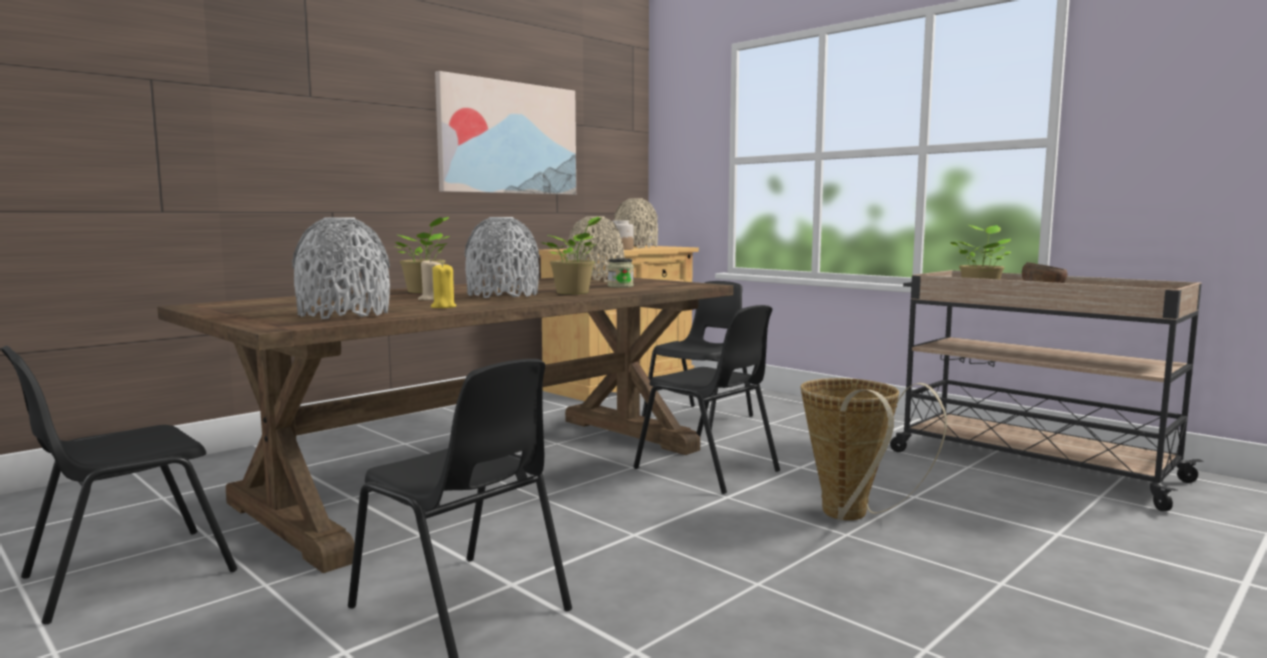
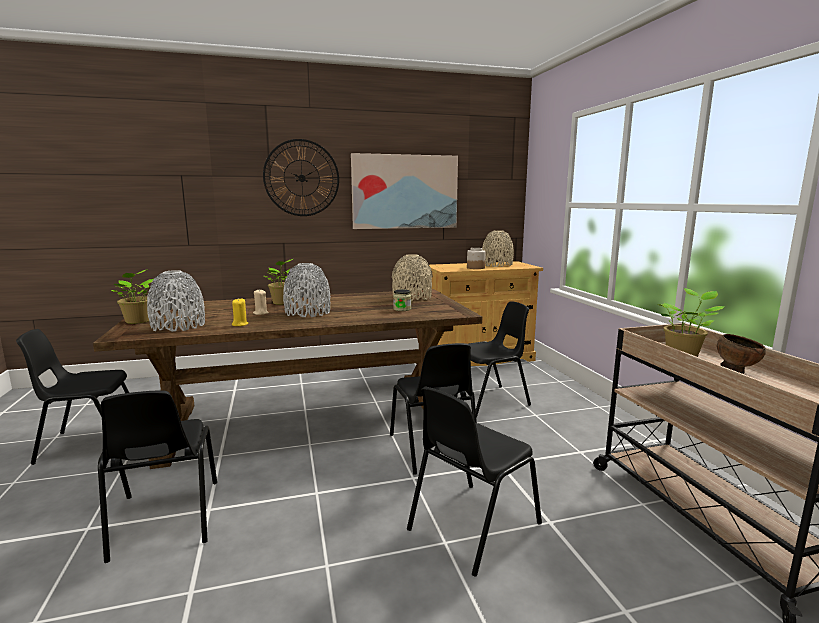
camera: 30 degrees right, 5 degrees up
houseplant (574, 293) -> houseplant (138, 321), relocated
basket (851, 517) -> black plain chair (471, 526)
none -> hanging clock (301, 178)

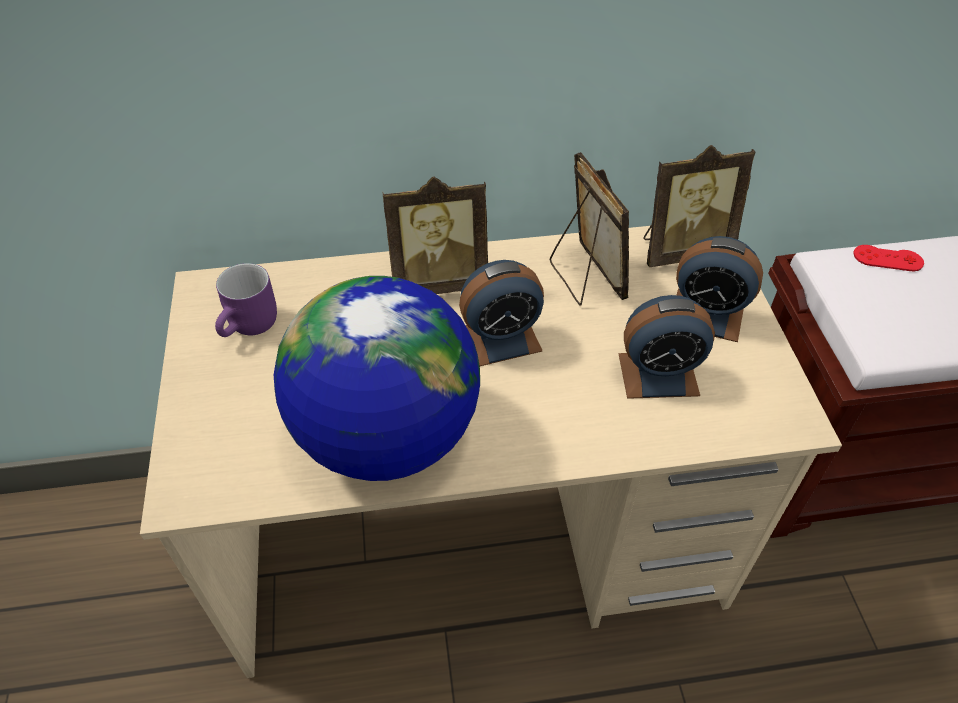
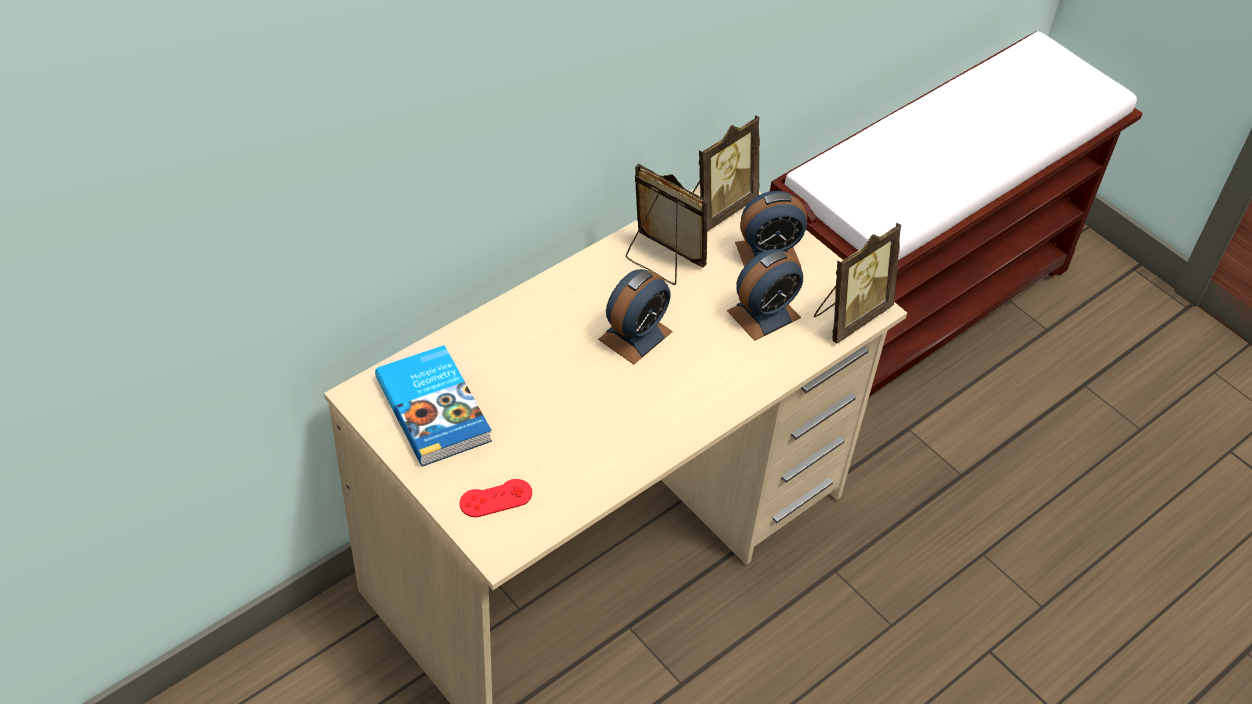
camera: 35 degrees left, 0 degrees up
purple-coloured coffee mug (252, 326) -> book (435, 408)
desk globe (386, 436) -> none
standing frame (439, 281) -> standing frame (849, 315), relocated
reddish gamepad (888, 258) -> reddish gamepad (496, 498), relocated

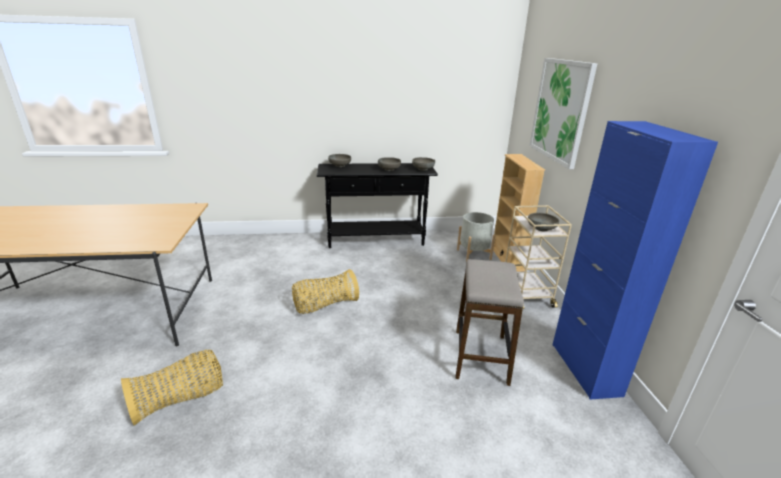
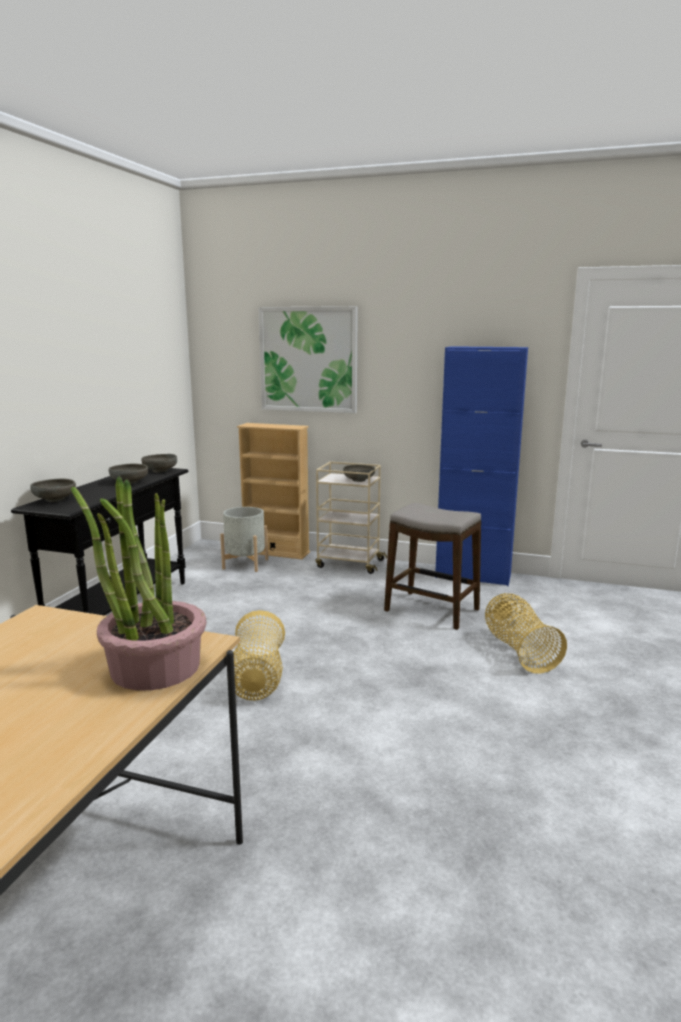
camera: 65 degrees left, 10 degrees down
basket (180, 400) -> basket (519, 651), relocated
none -> houseplant (154, 667)

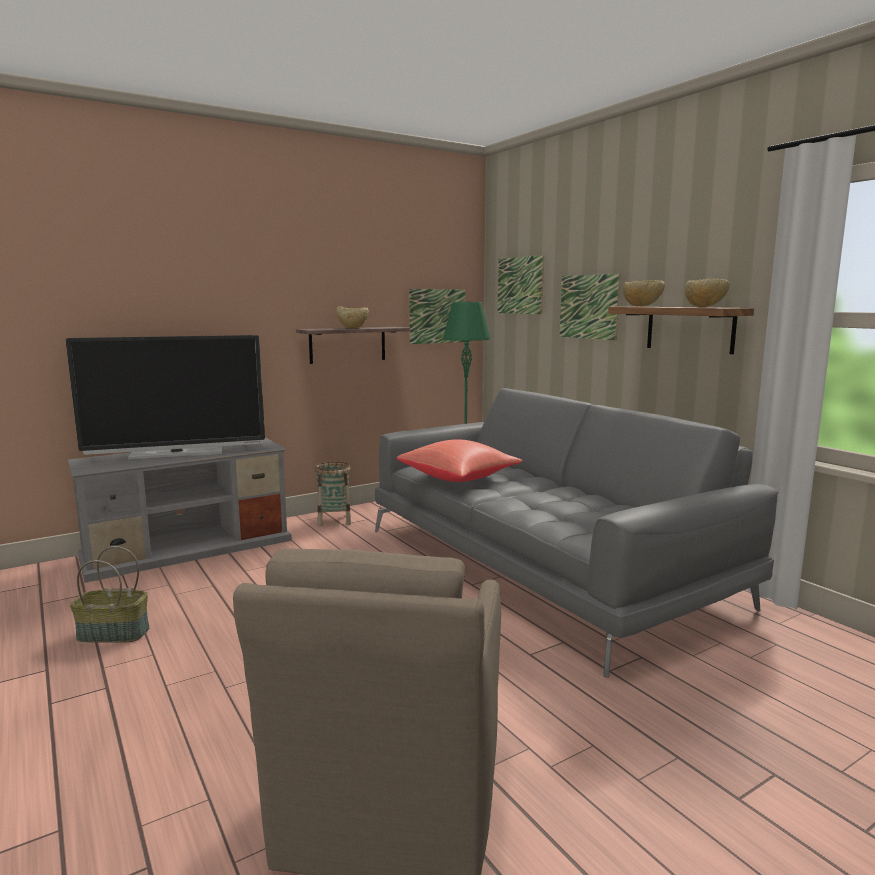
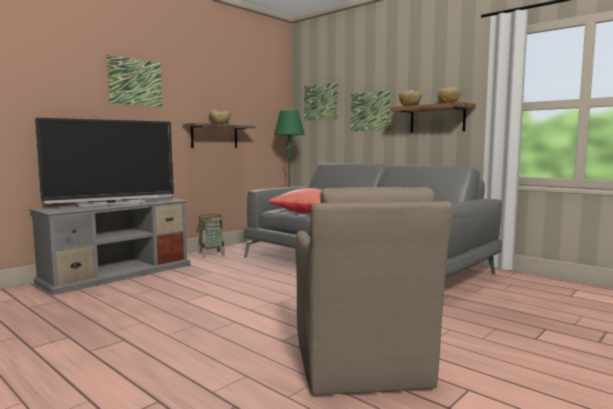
camera: 15 degrees left, 5 degrees down
basket (112, 634) -> none
wall art (437, 316) -> wall art (135, 82), relocated

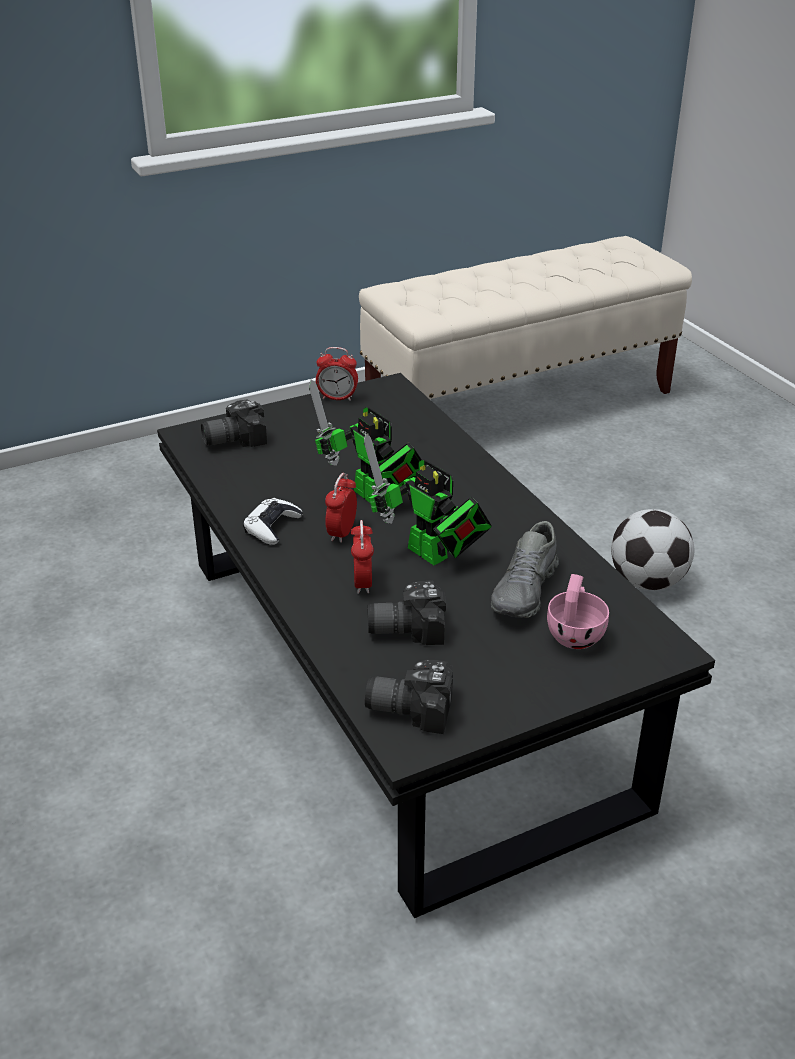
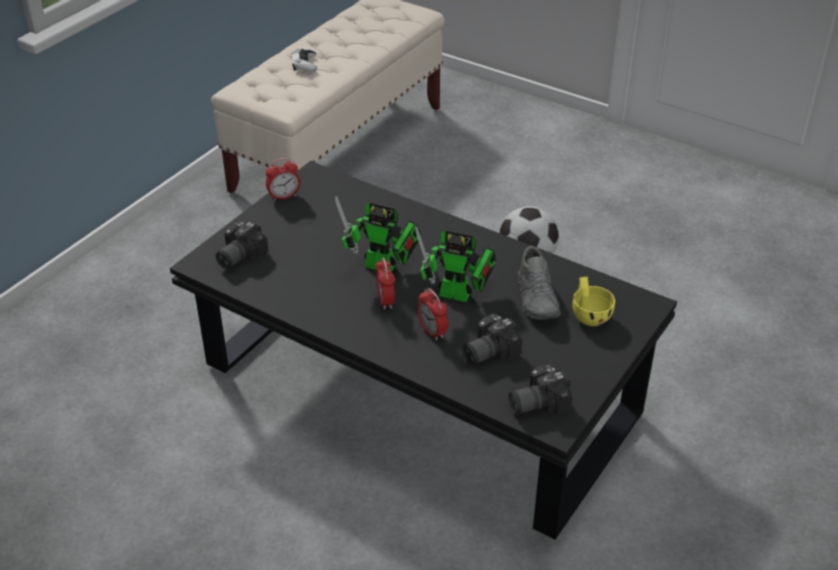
camera: 30 degrees left, 5 degrees up
white-coloured gamepad (272, 527) -> white-coloured gamepad (304, 64), relocated
pink-coloured small cup (575, 633) -> yellowish small cup (589, 315)

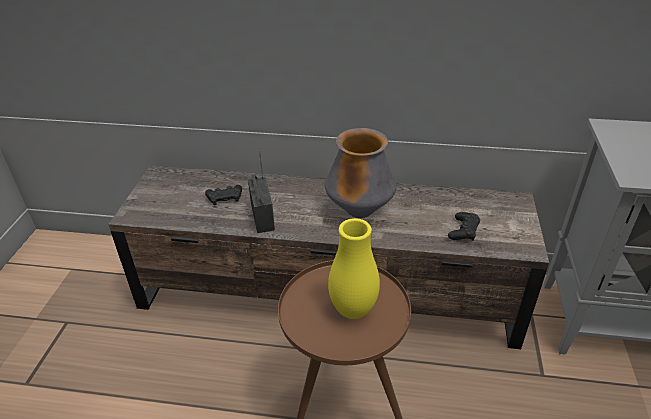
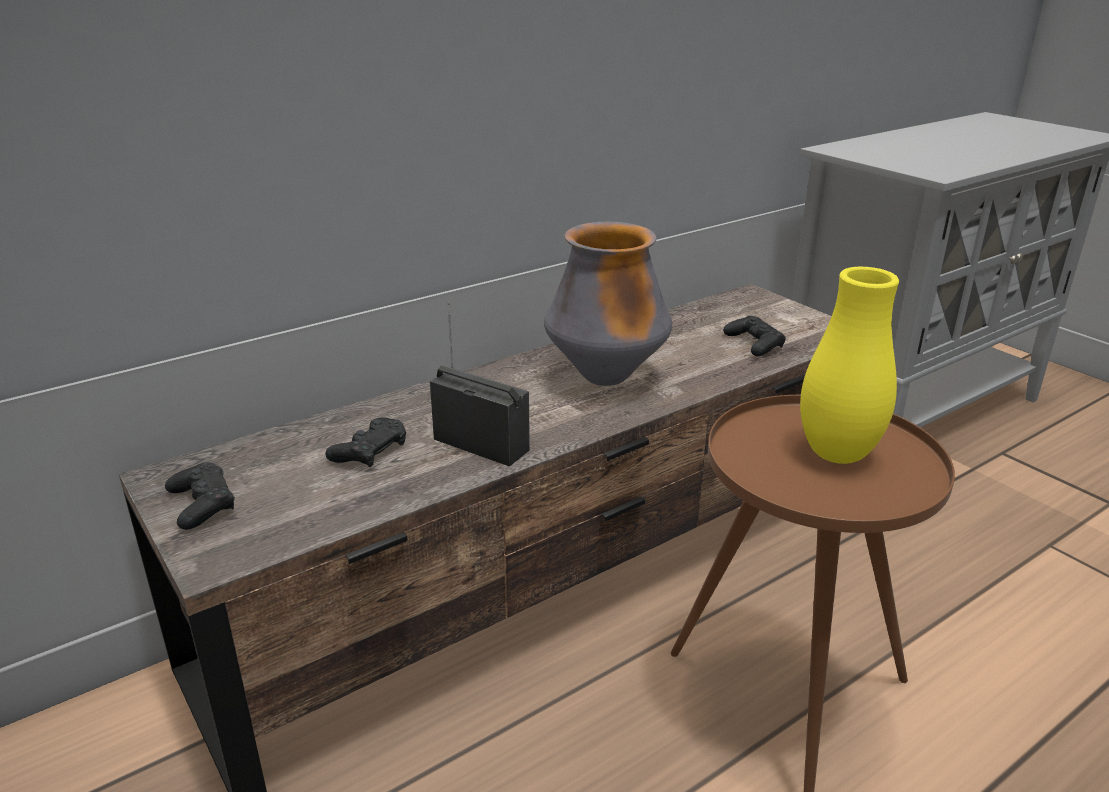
camera: 45 degrees left, 10 degrees down
none -> black gamepad (202, 504)

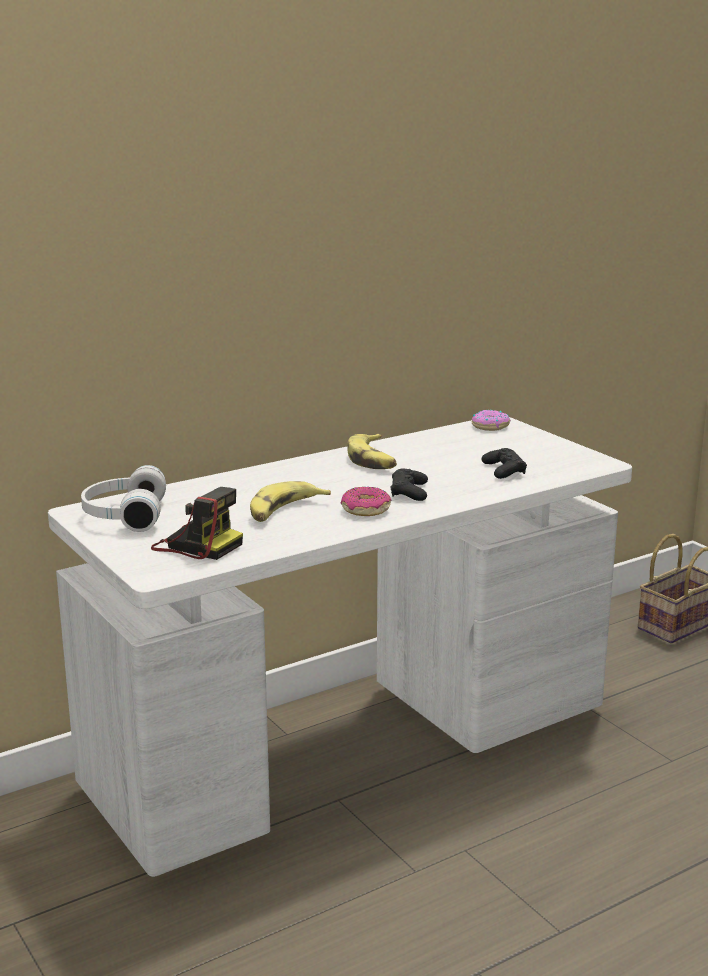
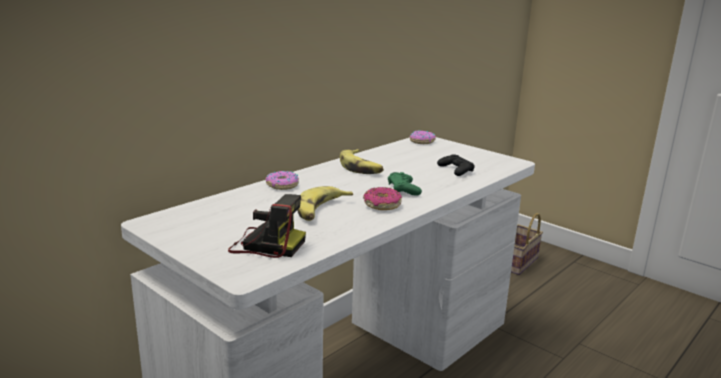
camera: 15 degrees left, 0 degrees up
white-coloured headset (123, 516) -> none
black gamepad (409, 492) -> greenish gamepad (403, 189)
none -> donut (282, 185)

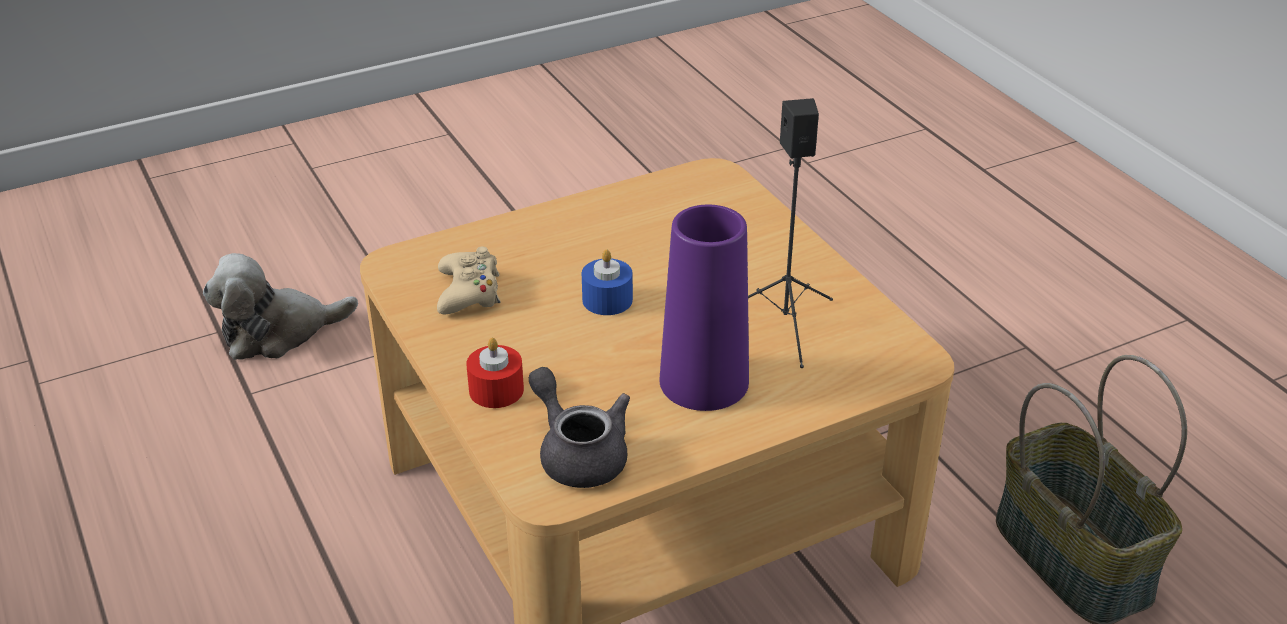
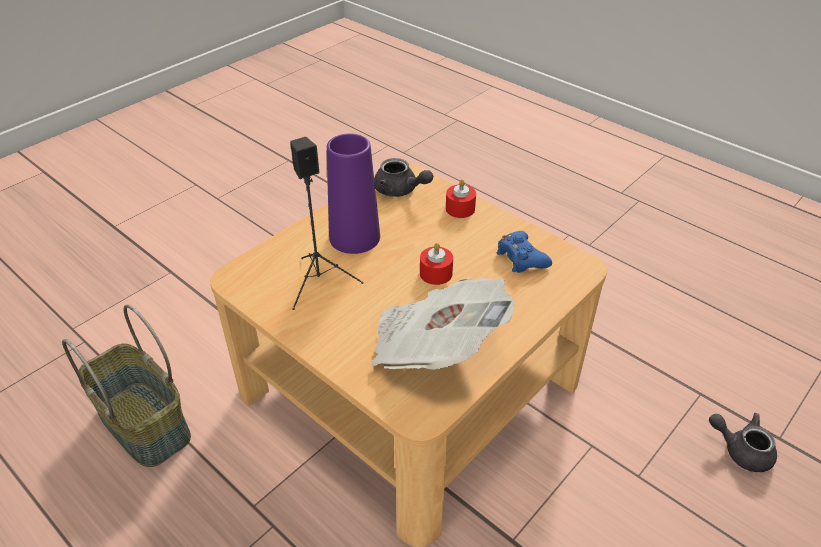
camera: 160 degrees right, 5 degrees up
cuddly toy (278, 332) -> greyish teapot (741, 450)
beige-coloured gamepad (469, 292) -> blue-coloured gamepad (521, 258)
blue-coloured wax candle (607, 300) -> reddish wax candle (436, 273)
none -> printed paper (435, 347)

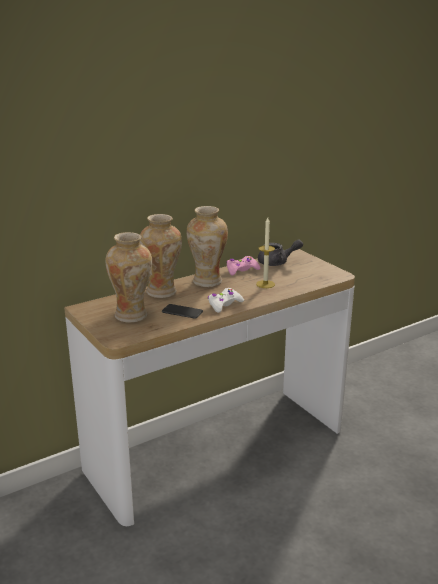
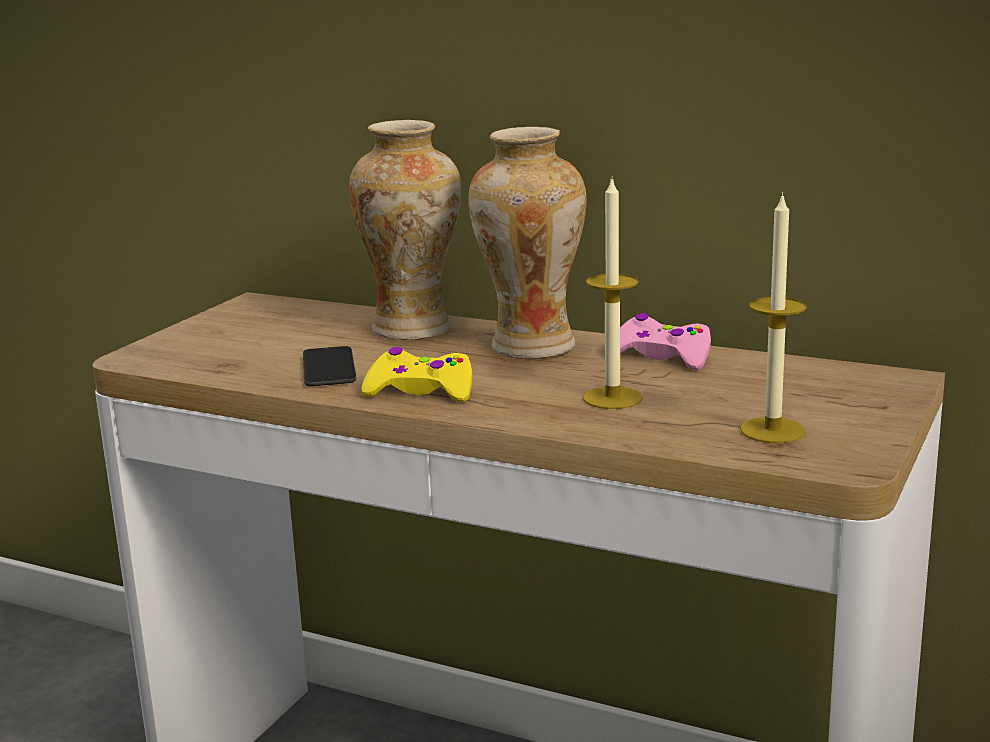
camera: 60 degrees right, 5 degrees down
decorative vase (132, 315) -> none
white-coloured gamepad (224, 304) -> yellowish gamepad (421, 391)
greyish teapot (277, 262) -> none
none -> wax candle (772, 430)

